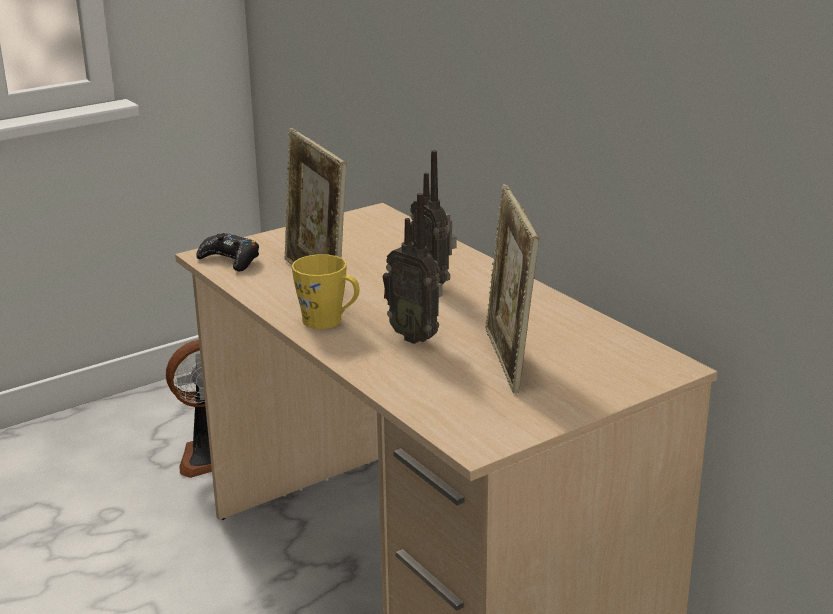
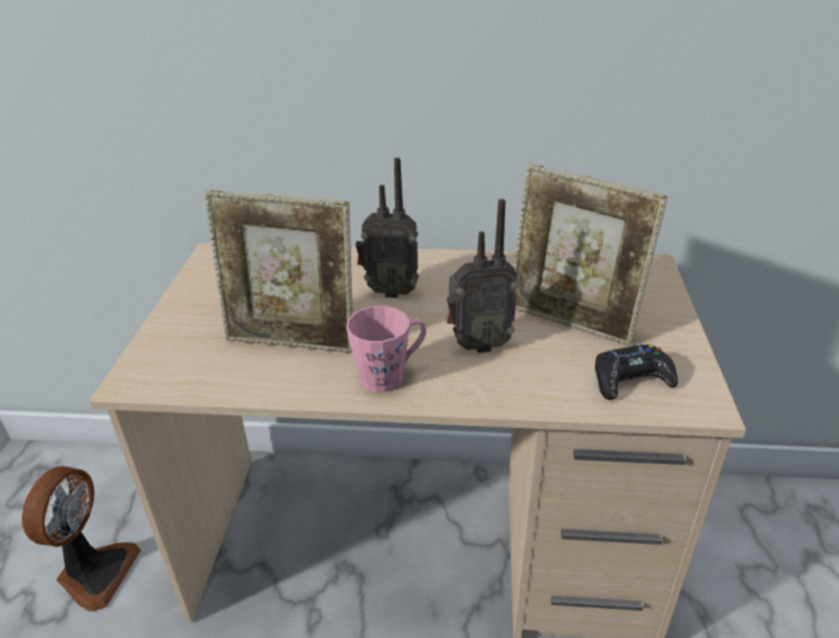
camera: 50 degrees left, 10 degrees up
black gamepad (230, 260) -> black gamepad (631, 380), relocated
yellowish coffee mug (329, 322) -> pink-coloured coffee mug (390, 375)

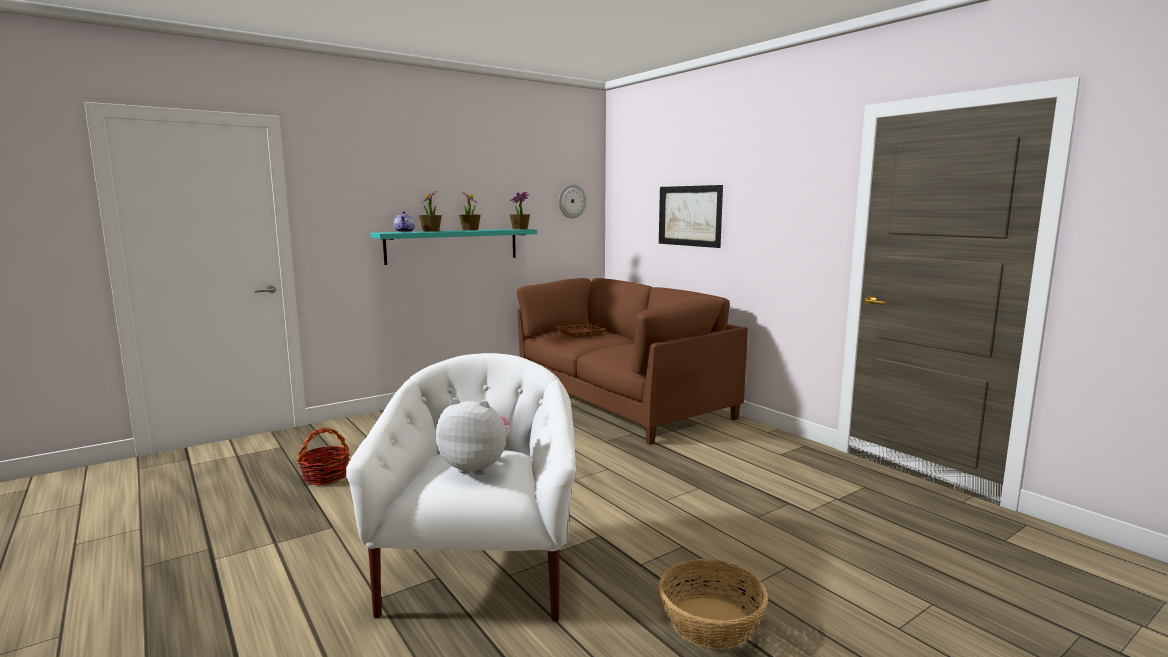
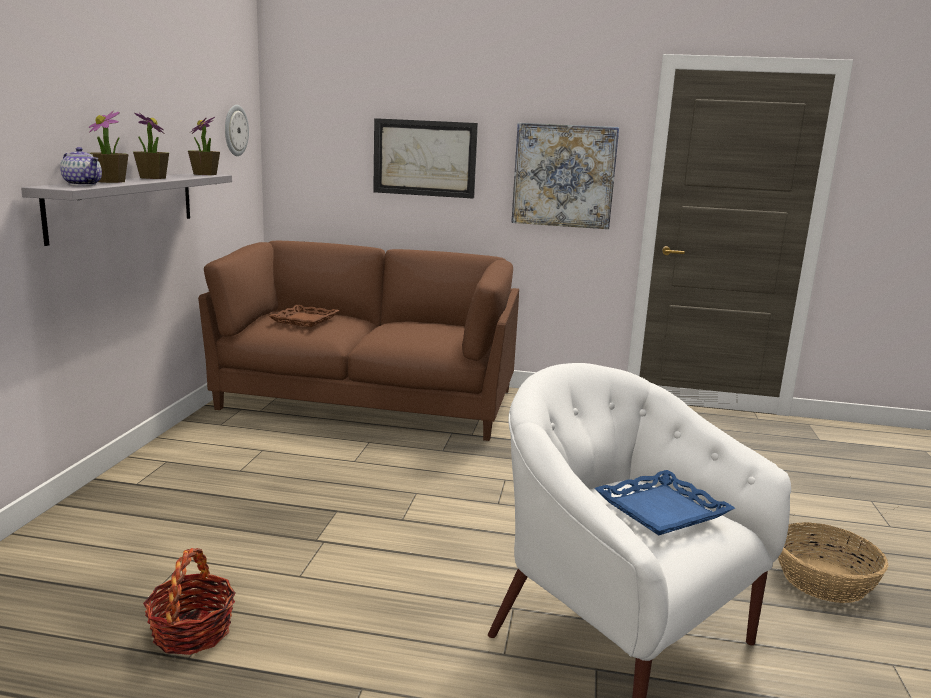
camera: 45 degrees left, 5 degrees up
turquoise bracket shelf (453, 245) -> greyish bracket shelf (125, 204)
cuddly toy (476, 467) -> blue-coloured tray (662, 510)
none -> wall art (564, 176)

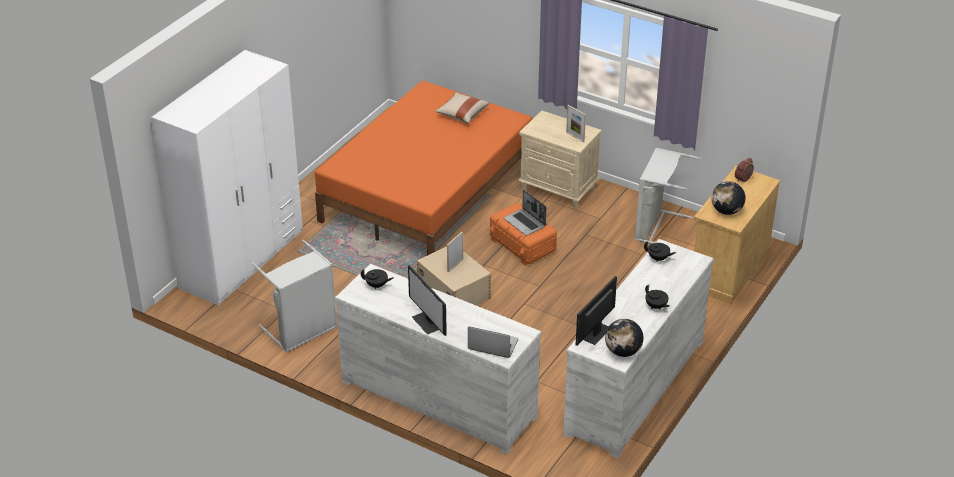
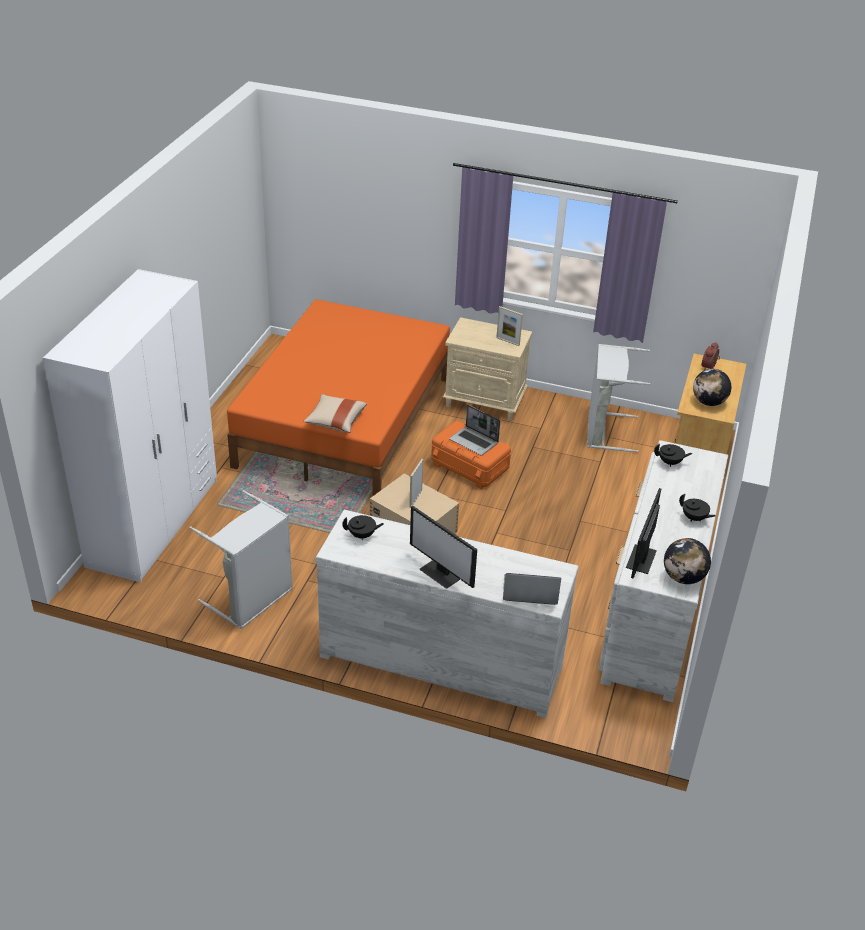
camera: 15 degrees left, 0 degrees up
beige-coloured pillow (462, 114) -> beige-coloured pillow (335, 421), relocated

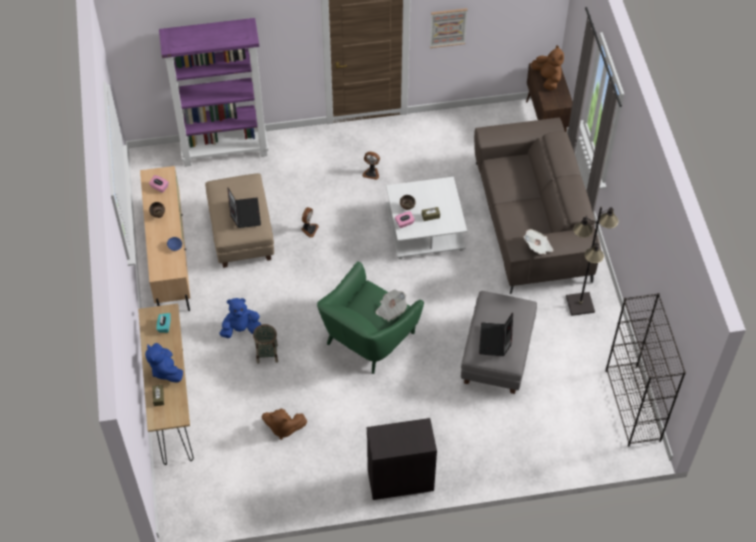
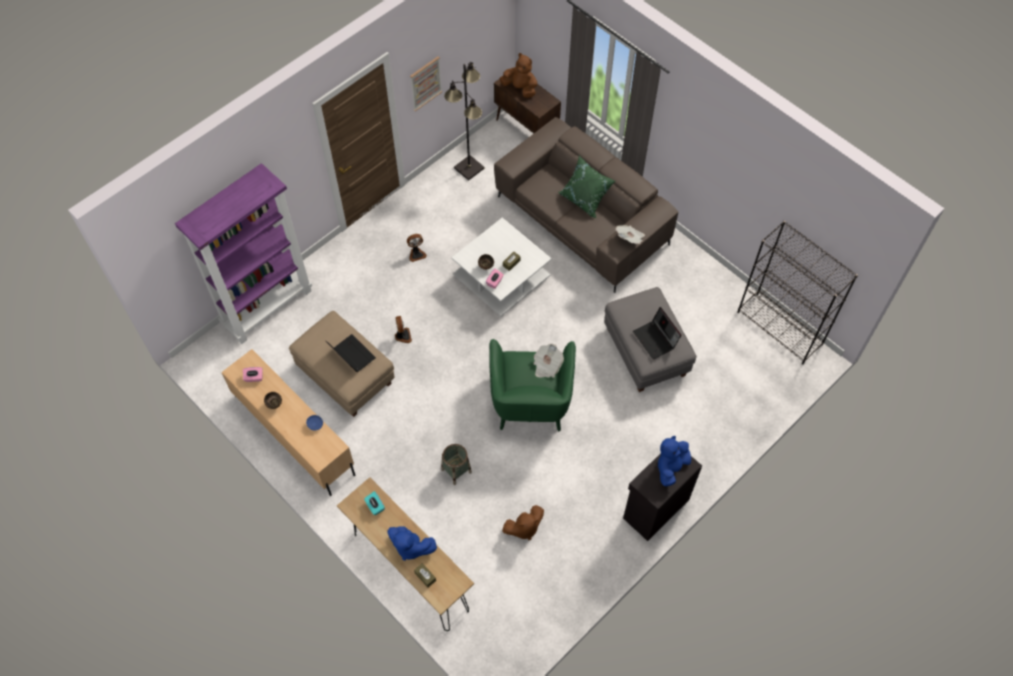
camera: 35 degrees left, 5 degrees up
blue-coloured cuddly toy (240, 329) -> blue-coloured cuddly toy (671, 467), relocated
black standard lamp (580, 304) -> black standard lamp (469, 168), relocated
none -> greenish pillow (585, 199)

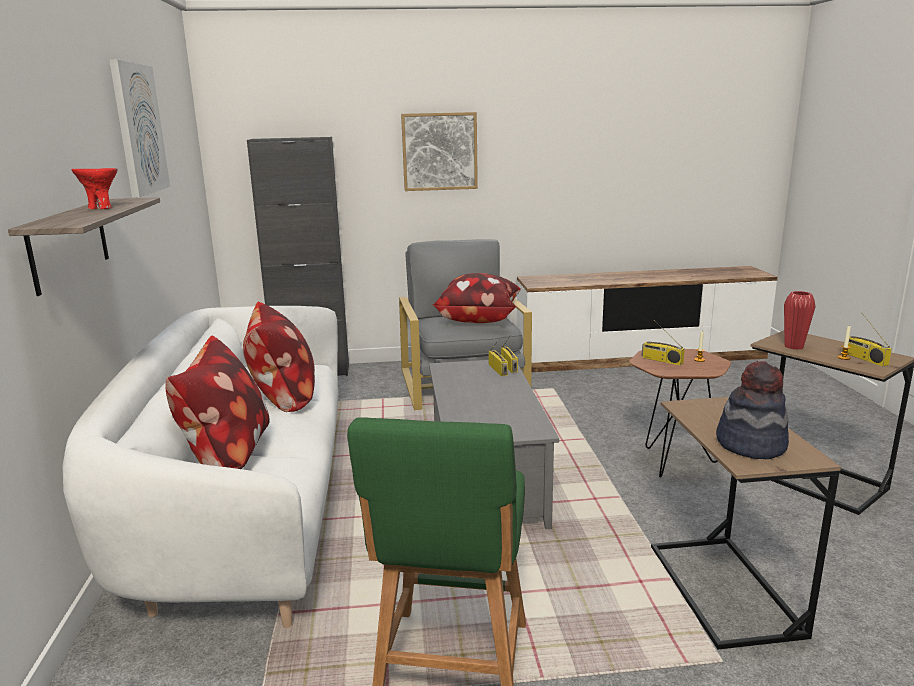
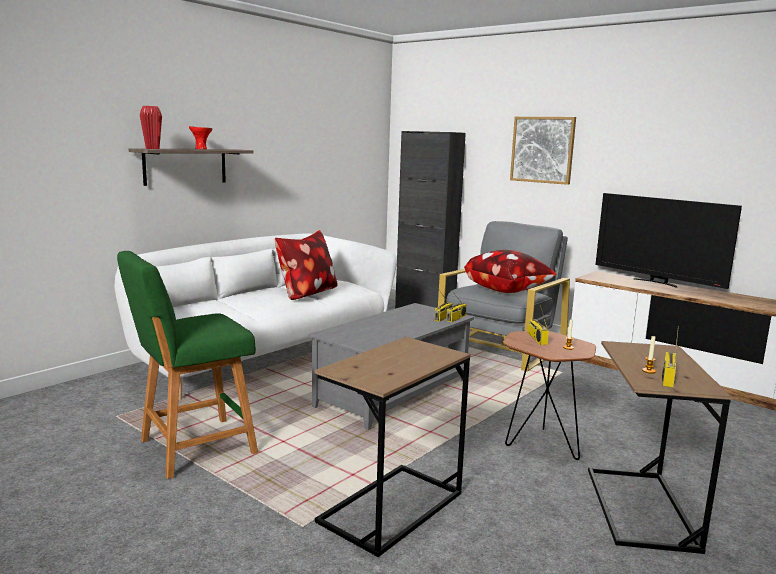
camera: 45 degrees right, 5 degrees down
wall art (138, 129) -> none
pillow (226, 455) -> none
clothing hat (751, 444) -> none
reddish decorative vase (793, 347) -> reddish decorative vase (152, 148), relocated
none -> TV set (657, 282)

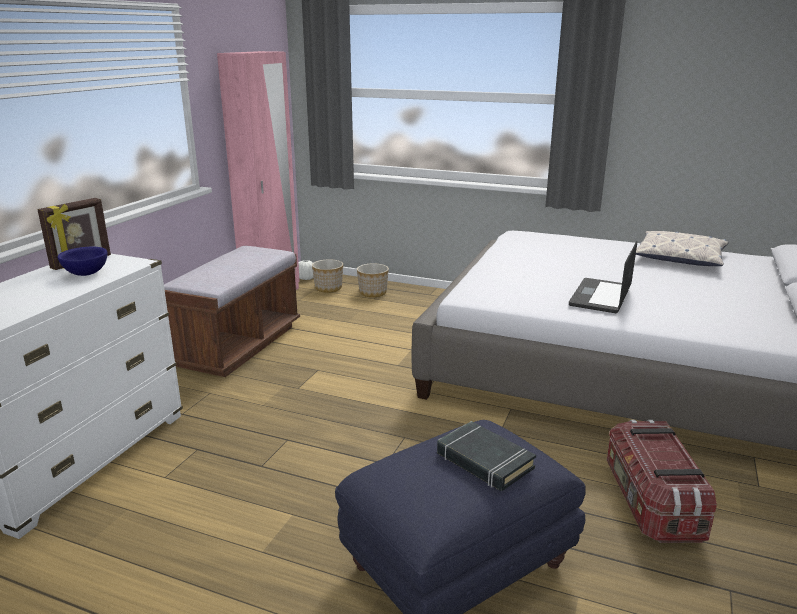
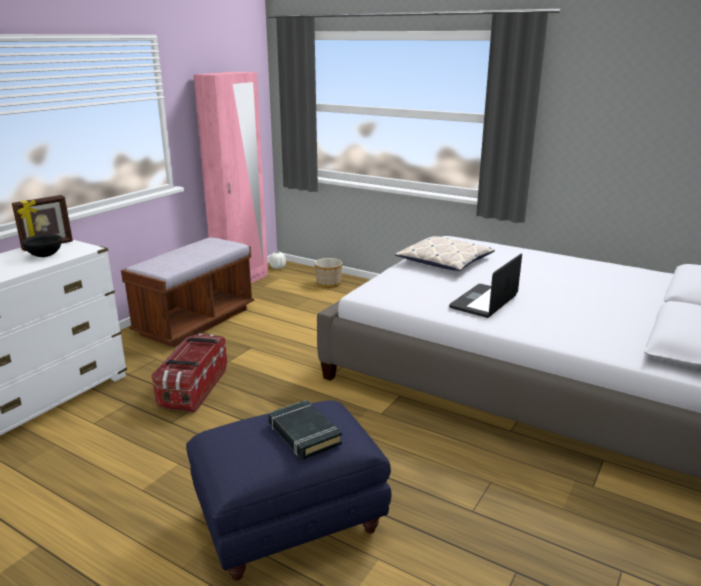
camera: 10 degrees right, 0 degrees up
blue-coloured deep dish (87, 274) -> black deep dish (45, 255)
flower pot (328, 288) -> none
storage container (651, 502) -> storage container (193, 388), relocated
pillow (679, 258) -> pillow (444, 261), relocated

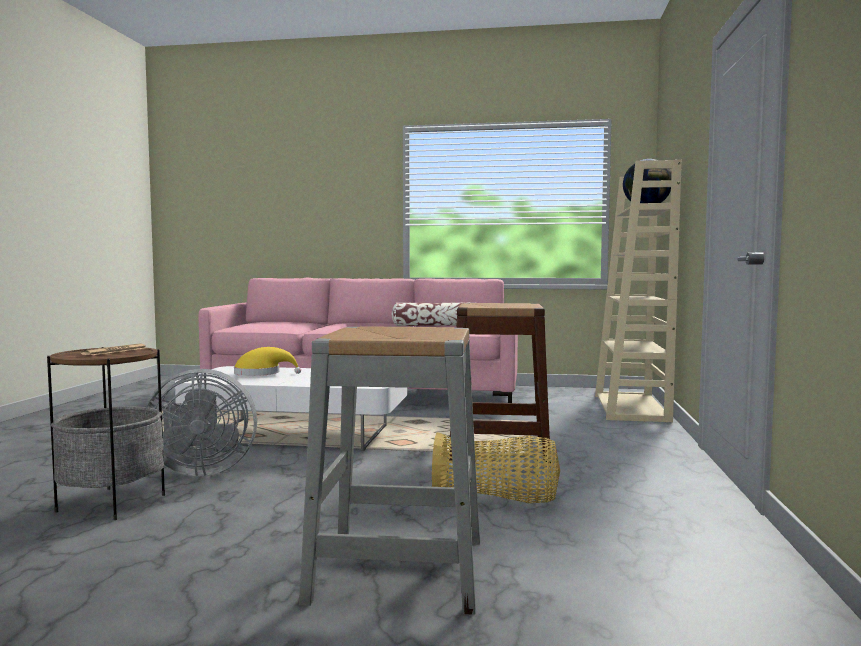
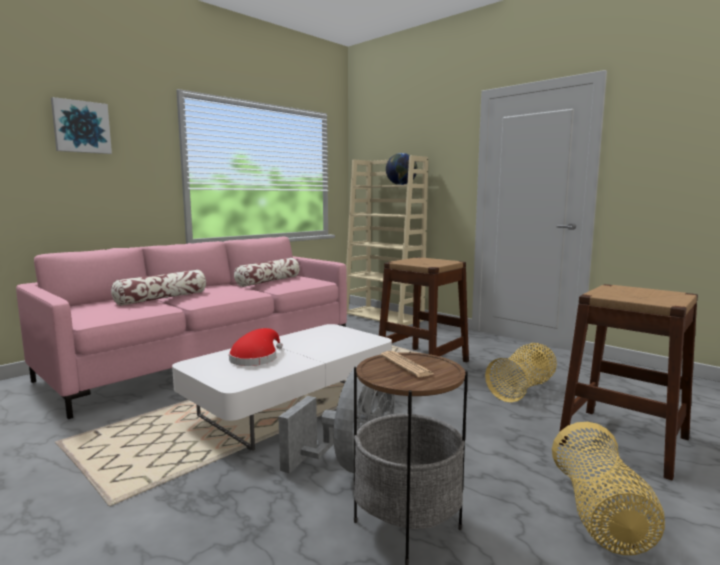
camera: 55 degrees left, 5 degrees up
yellowish clothing hat (261, 374) -> reddish clothing hat (256, 358)
greyish sitting stool (398, 569) -> brown sitting stool (623, 440)
none -> wall art (81, 127)
none -> pillow (162, 298)
none -> basket (600, 516)

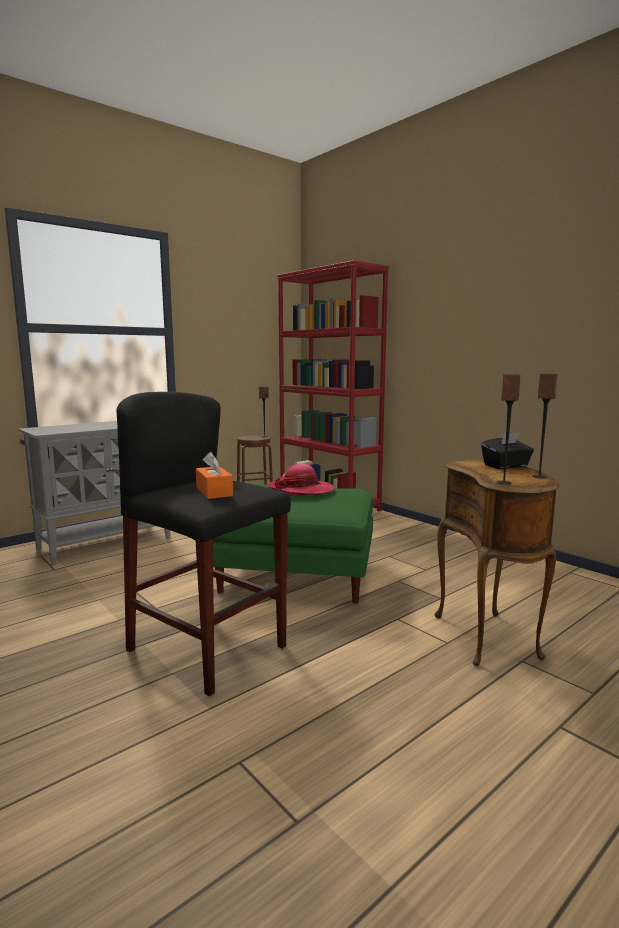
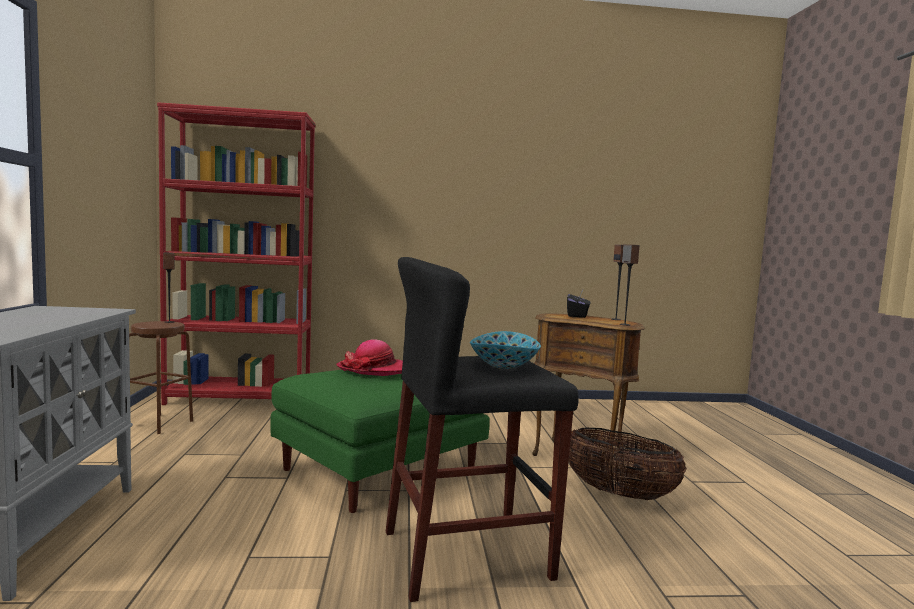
camera: 55 degrees left, 5 degrees down
orangey box of tissues (214, 492) -> deep dish (504, 365)
none -> basket (619, 494)

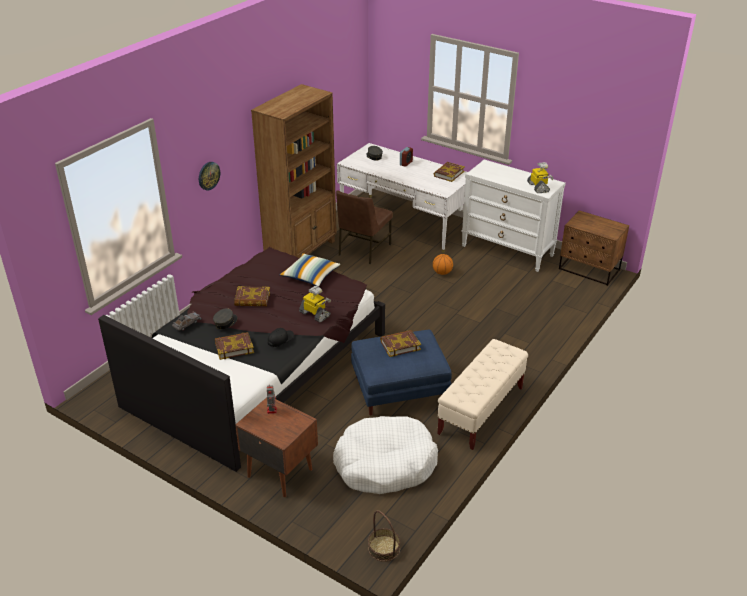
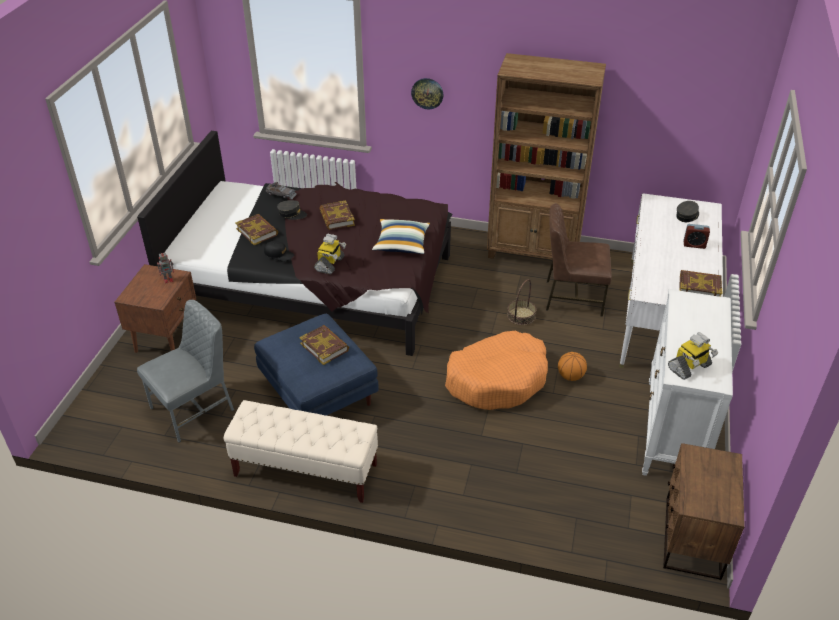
camera: 70 degrees right, 5 degrees up
white-coloured dog cushion (384, 464) -> greyish plain chair (194, 409)
basket (384, 548) -> basket (521, 316), relocated
none -> orangey dog cushion (497, 379)

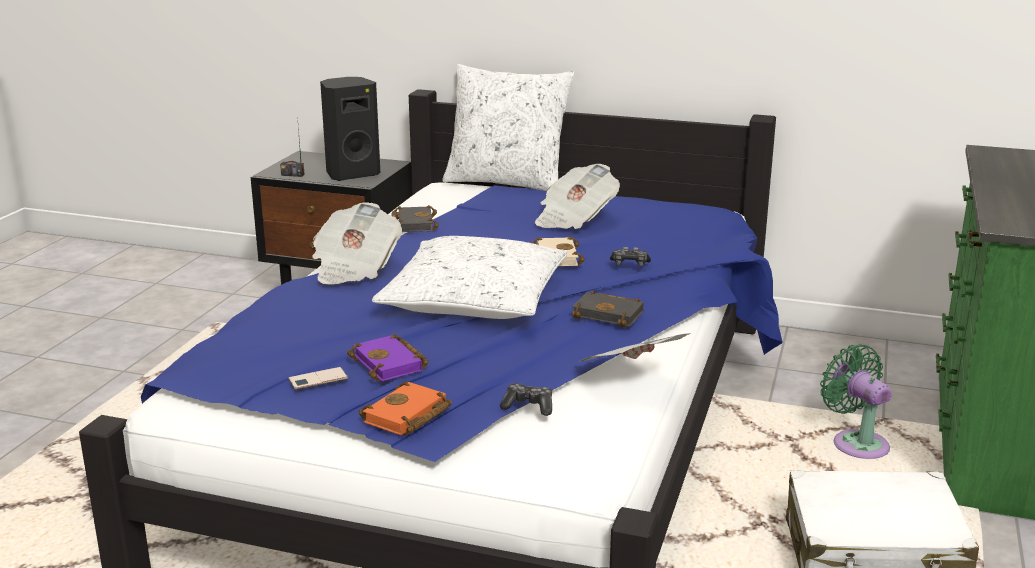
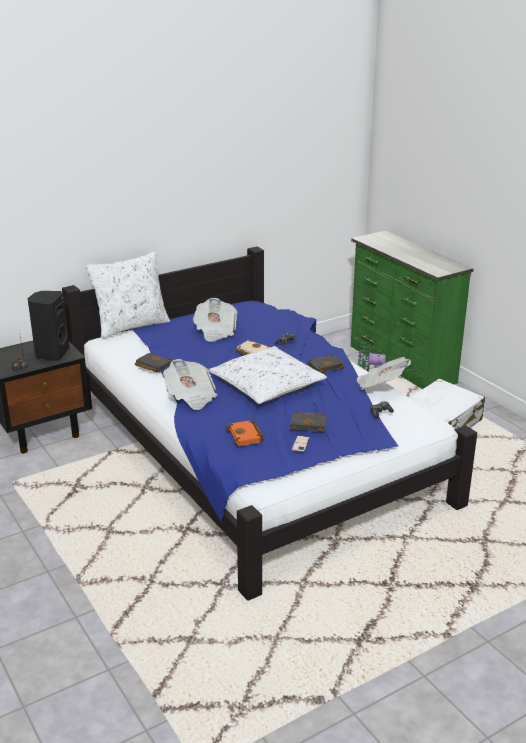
camera: 50 degrees left, 5 degrees up
purple-coloured book (391, 364) -> black book (309, 424)
orangey book (407, 417) -> orangey book (246, 436), relocated

